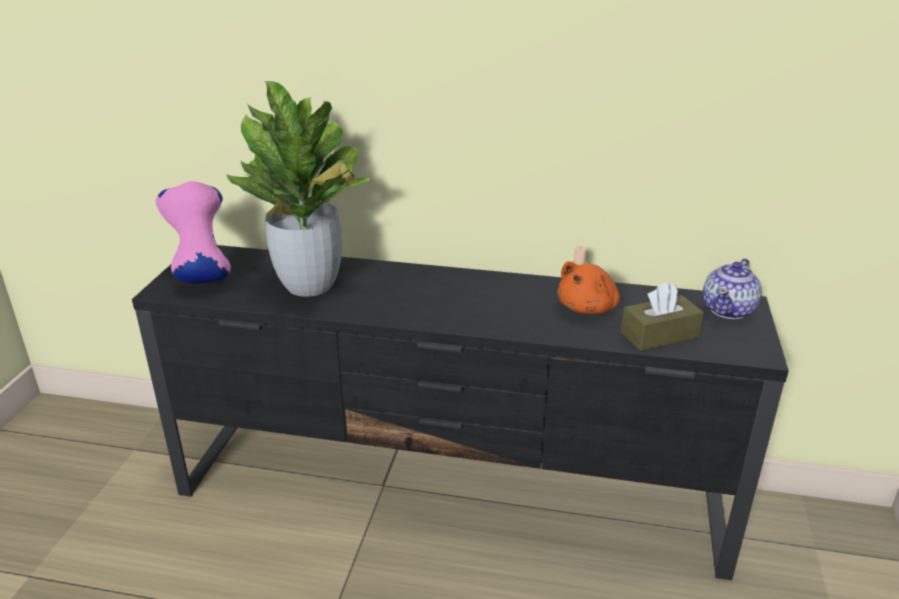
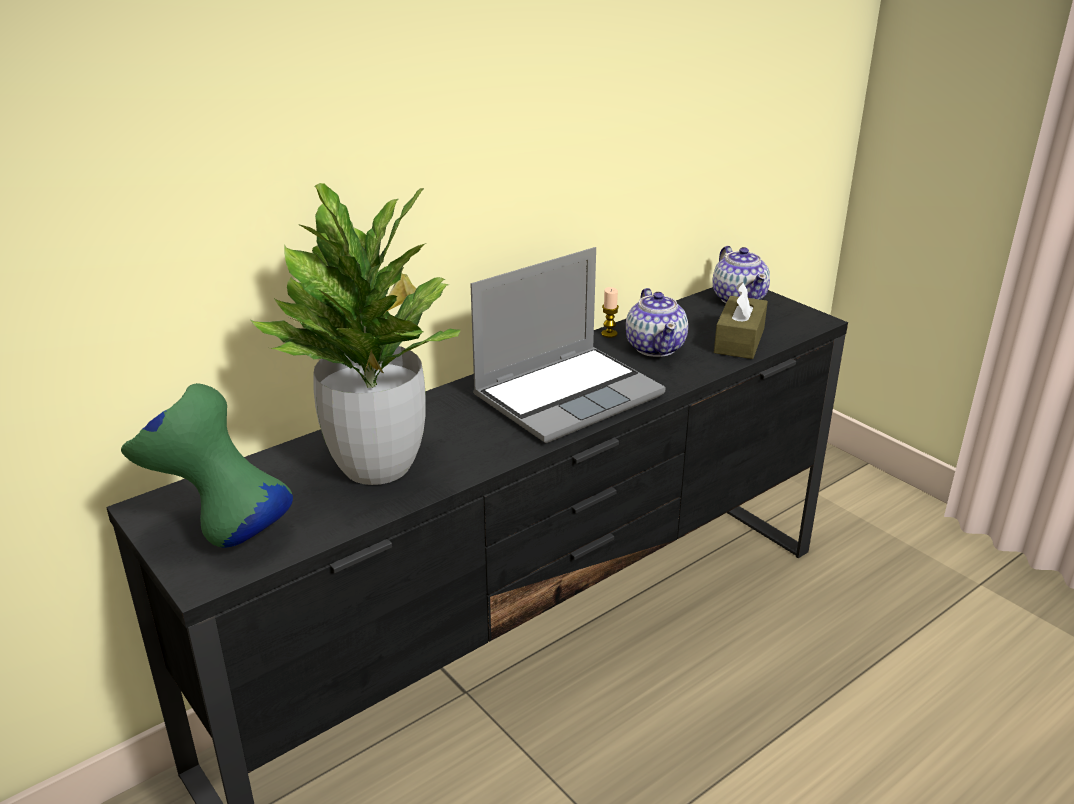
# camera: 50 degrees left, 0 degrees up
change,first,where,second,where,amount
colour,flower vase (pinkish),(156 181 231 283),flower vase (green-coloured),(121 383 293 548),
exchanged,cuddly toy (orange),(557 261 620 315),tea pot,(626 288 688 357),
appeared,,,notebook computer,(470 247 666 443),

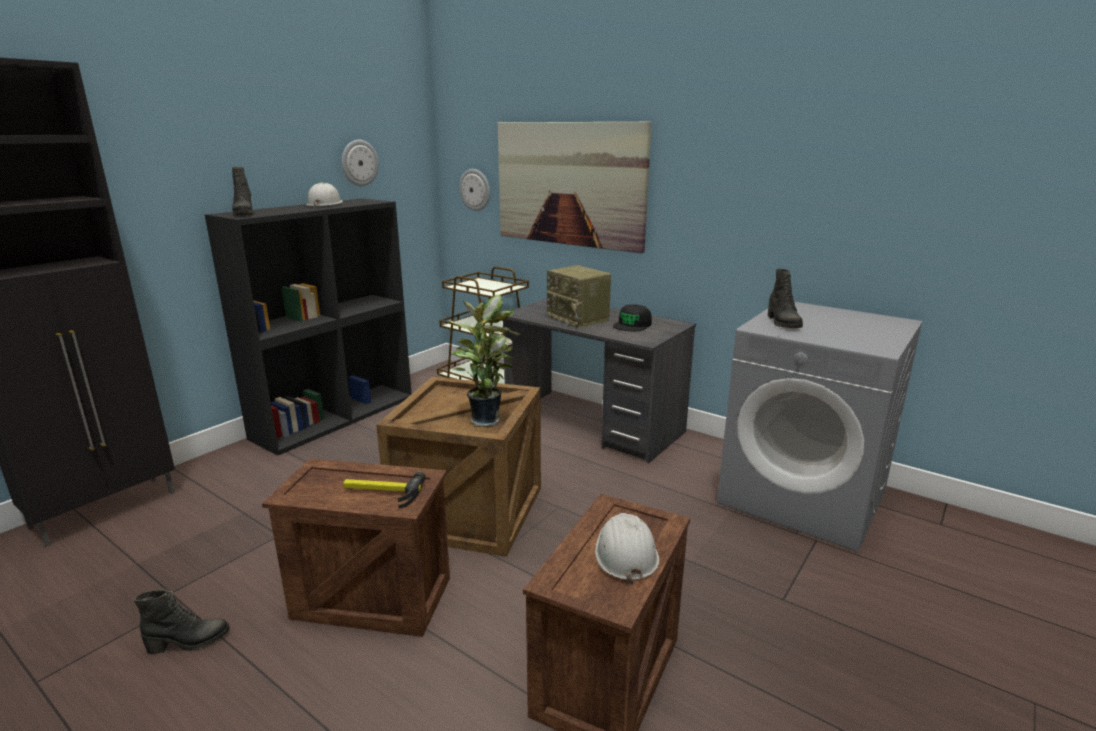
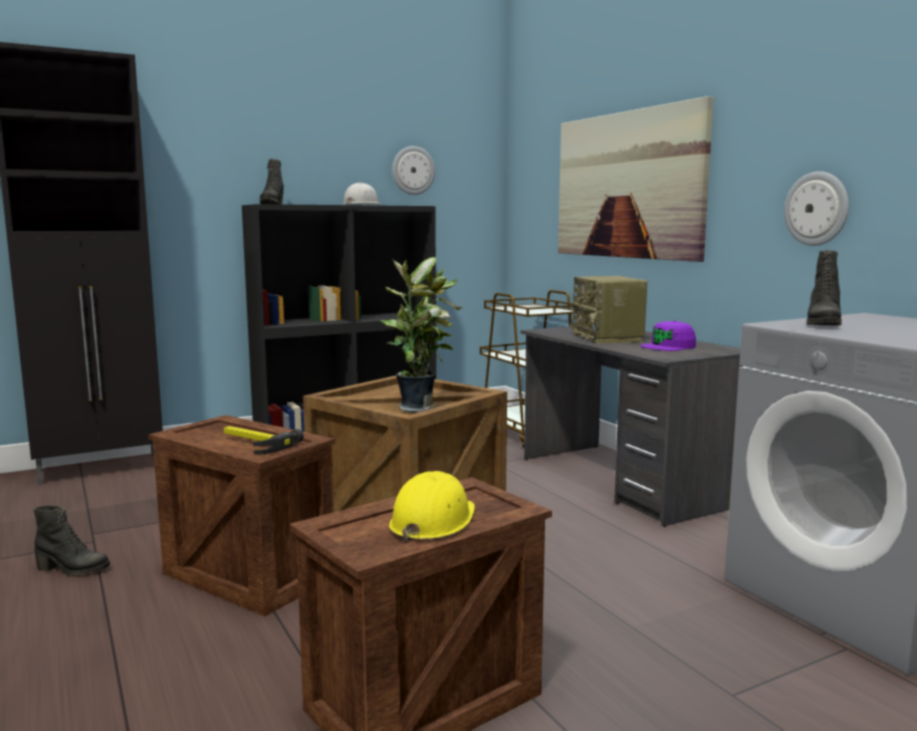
# camera: 25 degrees right, 10 degrees down
change,first,where,second,where,amount
relocated,hanging clock,(459 169 490 211),,(784 171 849 246),
colour,baseball cap (black-coloured),(613 304 652 331),baseball cap (purple-coloured),(641 321 696 351),
colour,safety helmet (white-coloured),(595 513 659 584),safety helmet (yellow),(389 471 475 542),

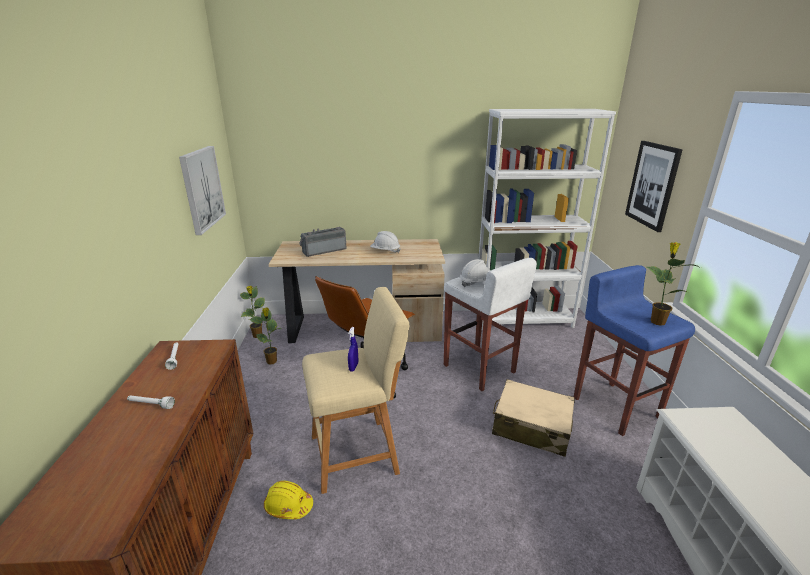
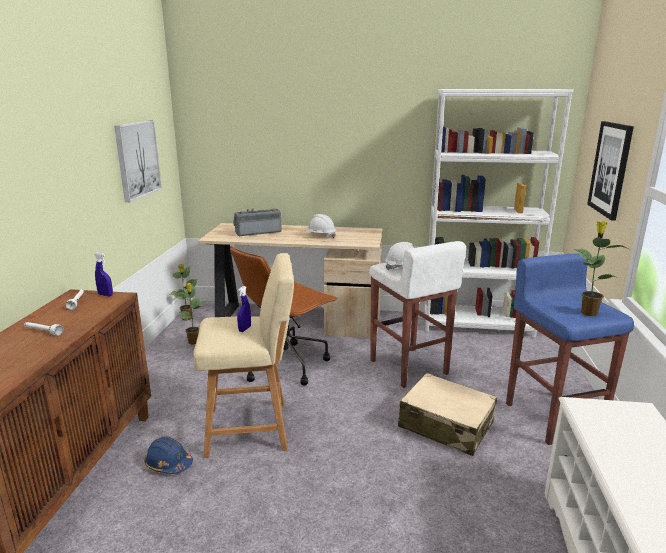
# camera: 10 degrees right, 5 degrees down
change,first,where,second,where,amount
colour,safety helmet (yellow),(264 481 313 519),safety helmet (blue),(144 437 193 474),
appeared,,,sprayer (blue),(94 252 113 297),

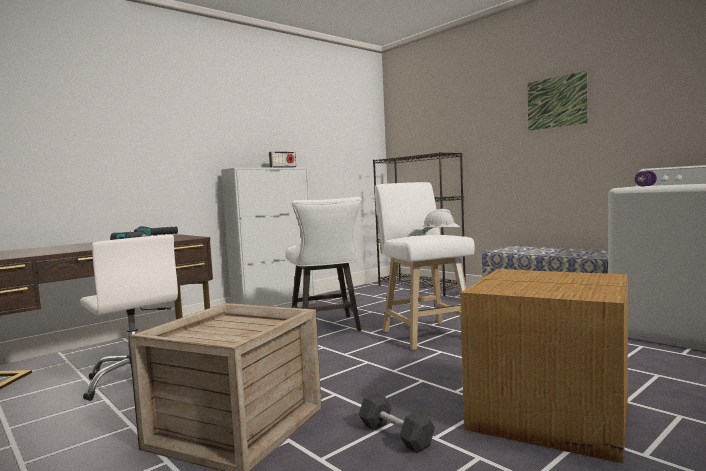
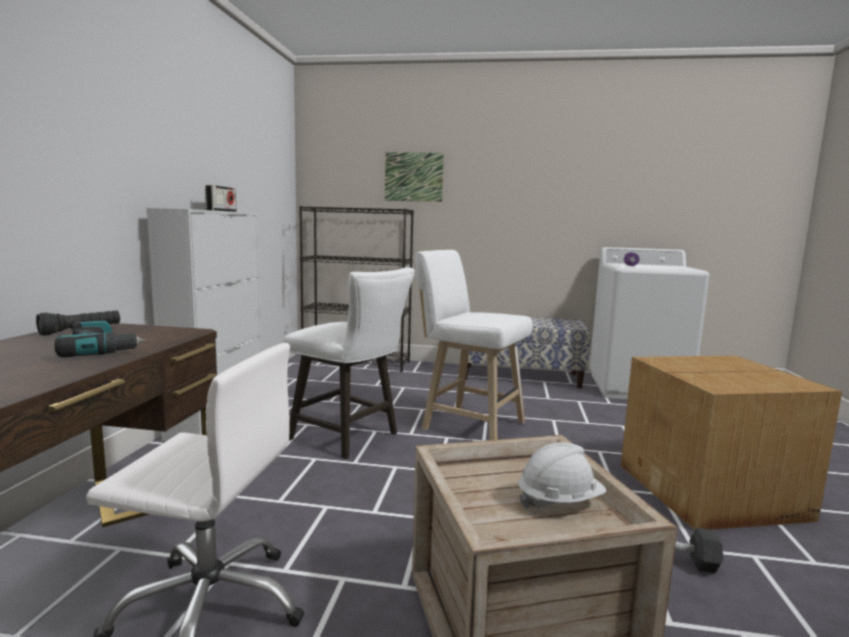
# camera: 40 degrees left, 5 degrees up
change,first,where,second,where,amount
relocated,wall picture,(528 70 588 131),,(385 152 444 202),
relocated,safety helmet (white-coloured),(422 209 460 234),,(518 442 606 508),

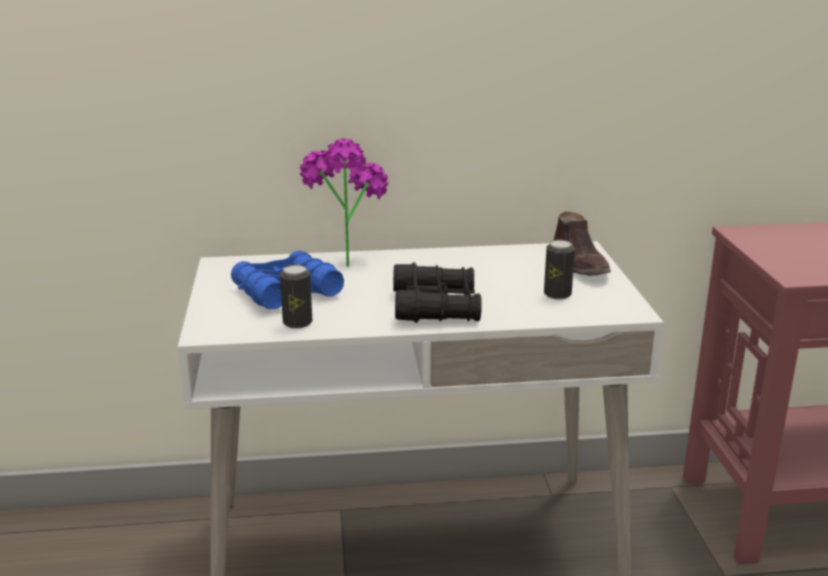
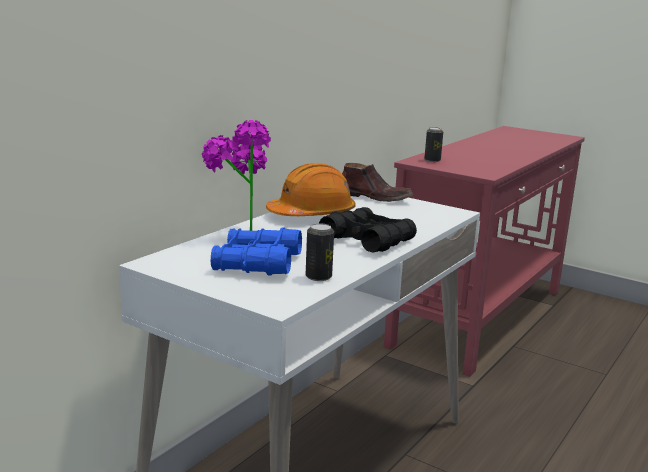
# camera: 50 degrees left, 5 degrees down
change,first,where,second,where,amount
relocated,can,(544 240 575 300),,(424 127 443 162),
appeared,,,safety helmet (orange),(266 163 356 216),

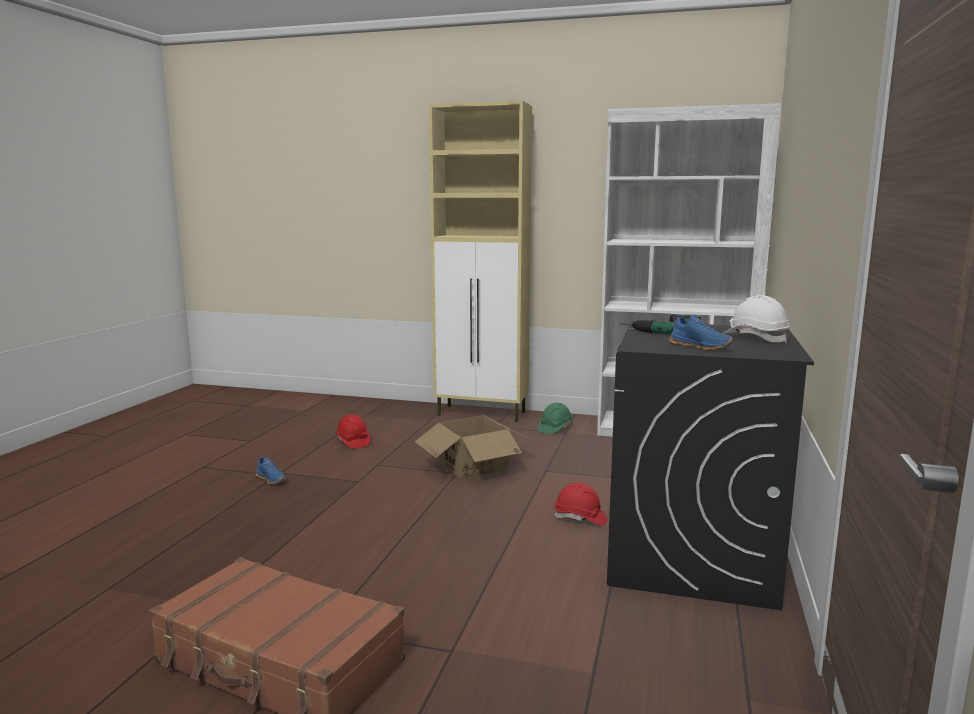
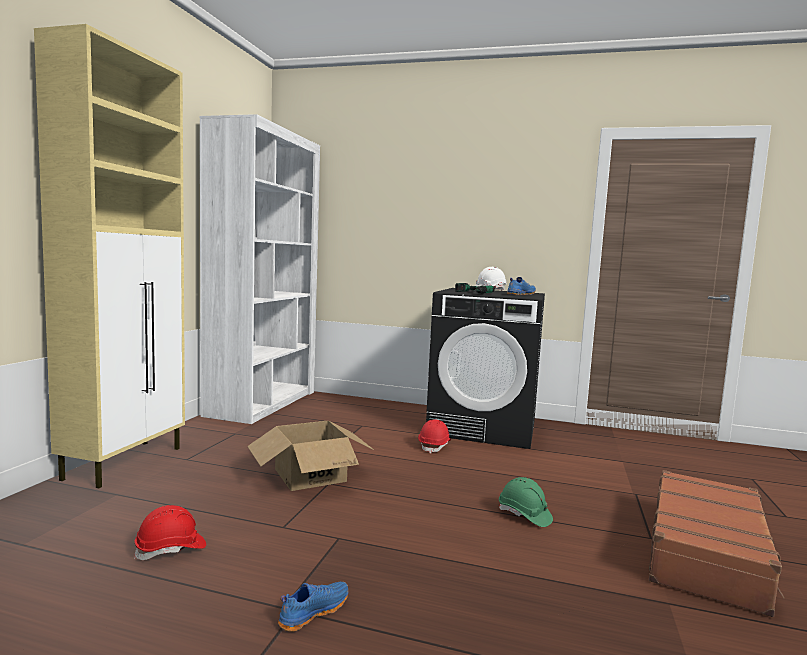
# camera: 90 degrees left, 5 degrees down
change,first,where,second,where,amount
relocated,safety helmet (green-coloured),(538 403 573 434),,(499 477 553 527),

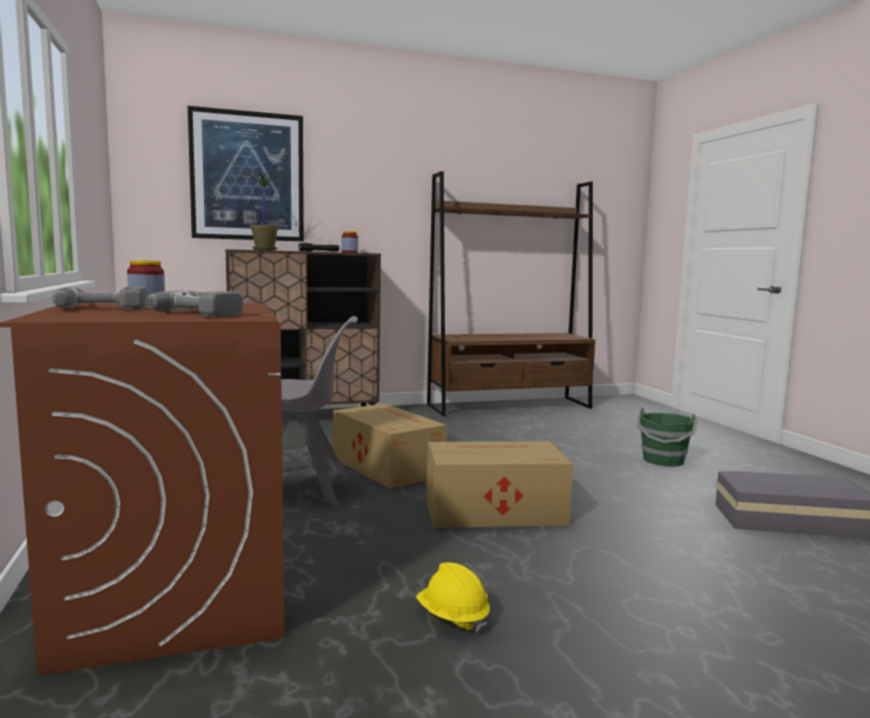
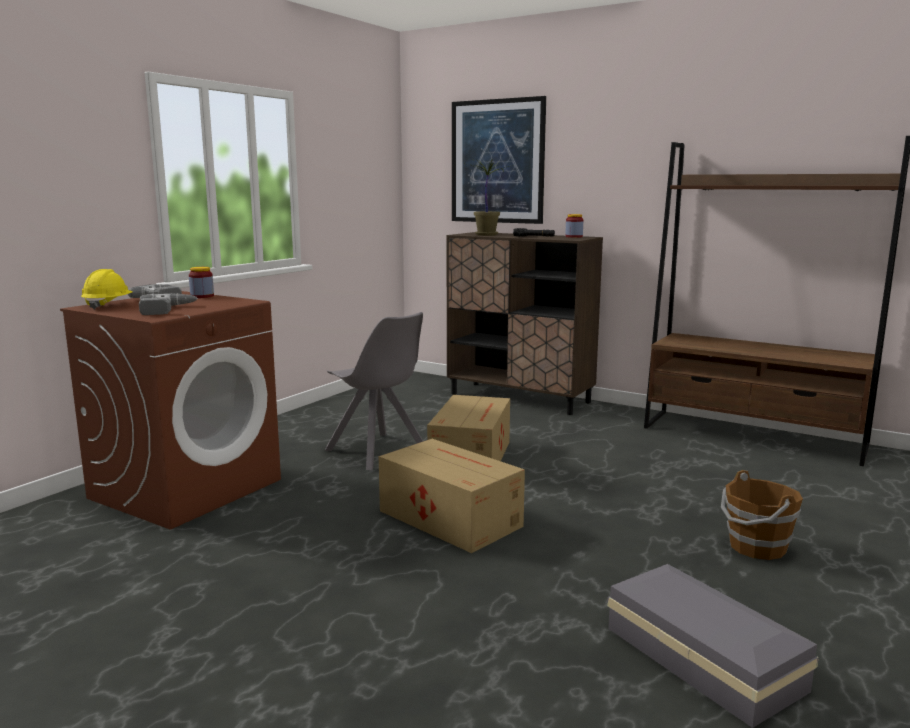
# camera: 50 degrees right, 5 degrees up
change,first,where,second,where,amount
colour,bucket (green-coloured),(637 408 697 467),bucket (brown),(721 470 803 560),
relocated,safety helmet (yellow),(416 562 490 633),,(81 269 132 310),

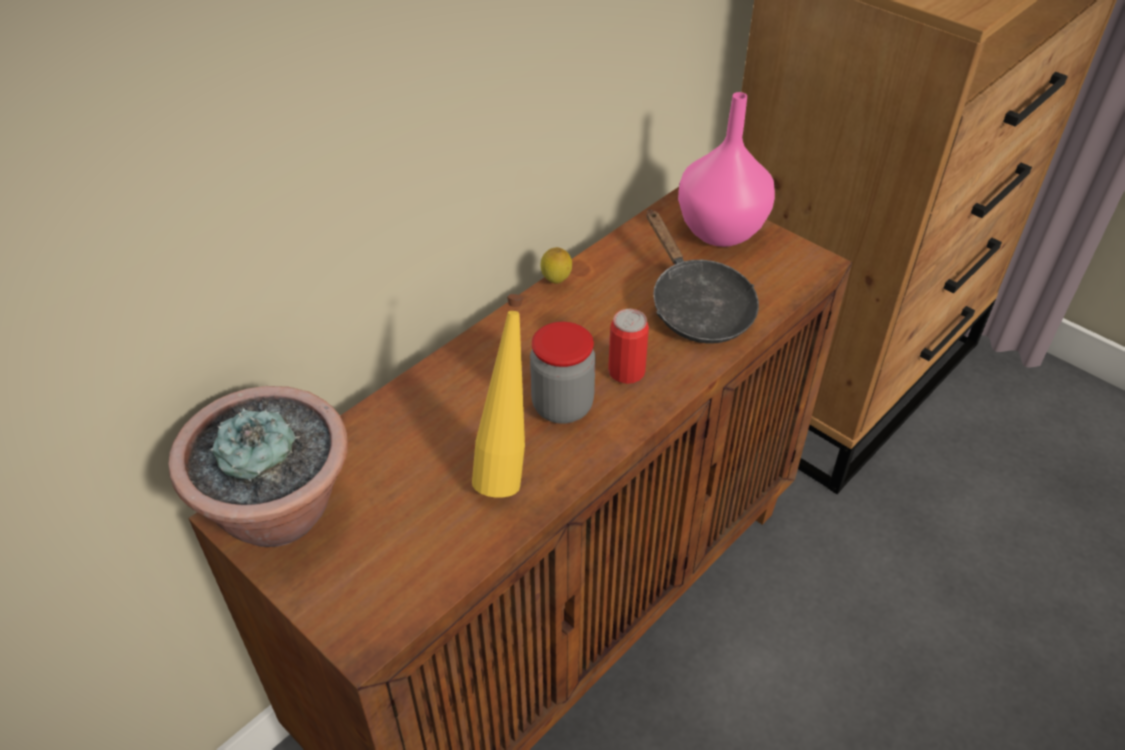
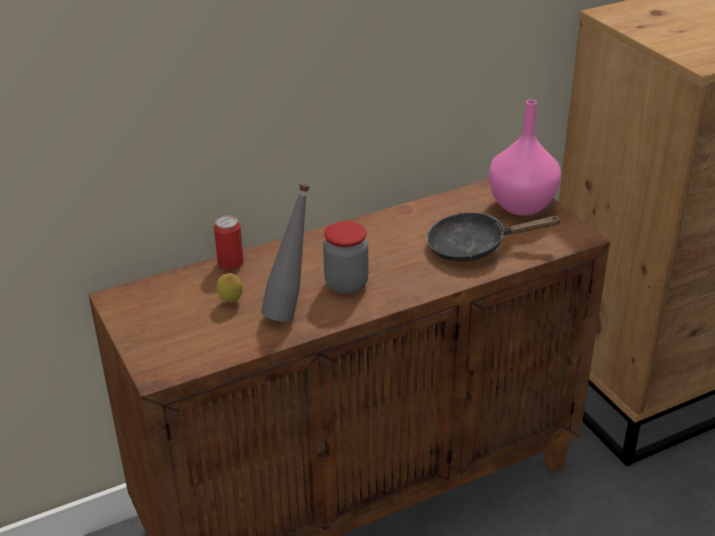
# camera: 20 degrees right, 10 degrees down
change,first,where,second,where,amount
spun,frying pan (black-coloured),(647 210 759 344),,(427 212 562 262),90 degrees clockwise
relocated,lemon,(540 247 572 284),,(217 273 243 303),
colour,beverage bottle (yellow),(472 294 525 498),beverage bottle (greyish),(261 184 310 321),
relocated,can,(608 309 649 384),,(214 215 244 270),
missing,potted plant,(168 386 348 547),,,

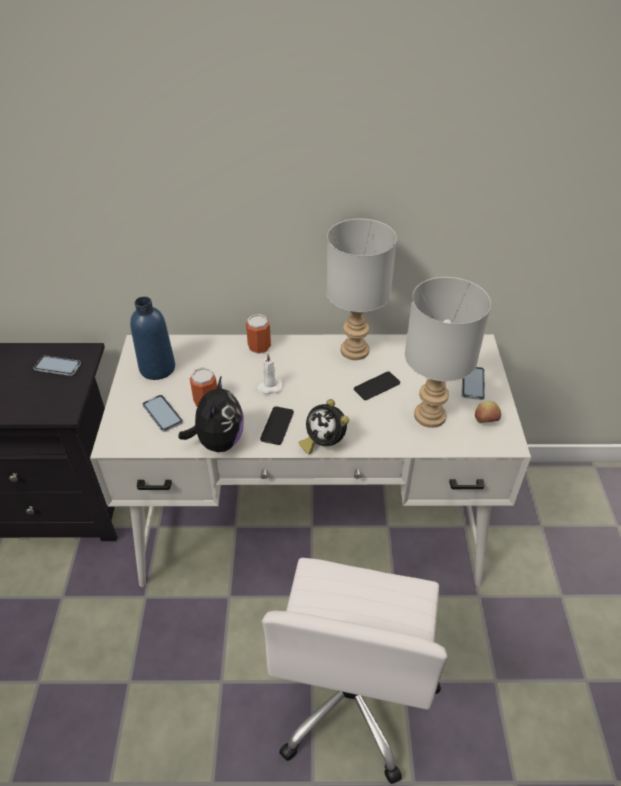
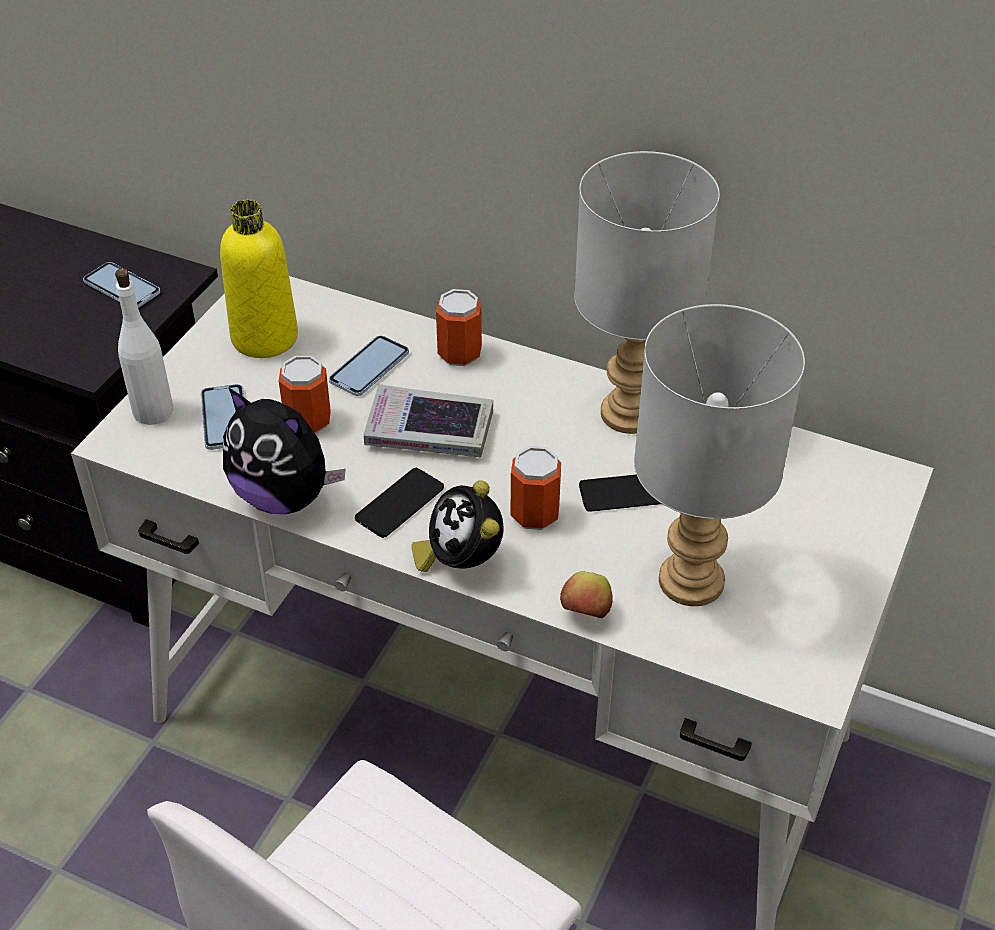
# camera: 25 degrees right, 0 degrees up
change,first,where,second,where,amount
colour,beverage bottle (blue),(130 297 175 380),beverage bottle (yellow),(220 200 298 358),
exchanged,wax light (white-coloured),(255 354 283 394),volume,(364 384 493 457),
relocated,telephone,(462 367 485 400),,(329 335 409 396),
spun,cuddly toy,(178 377 244 452),,(223 388 346 514),90 degrees clockwise
relocated,apple fruit,(475 401 501 423),,(560 571 613 618),
appeared,,,beverage bottle (white-coloured),(115 268 173 425),
appeared,,,can,(510 446 561 530),

